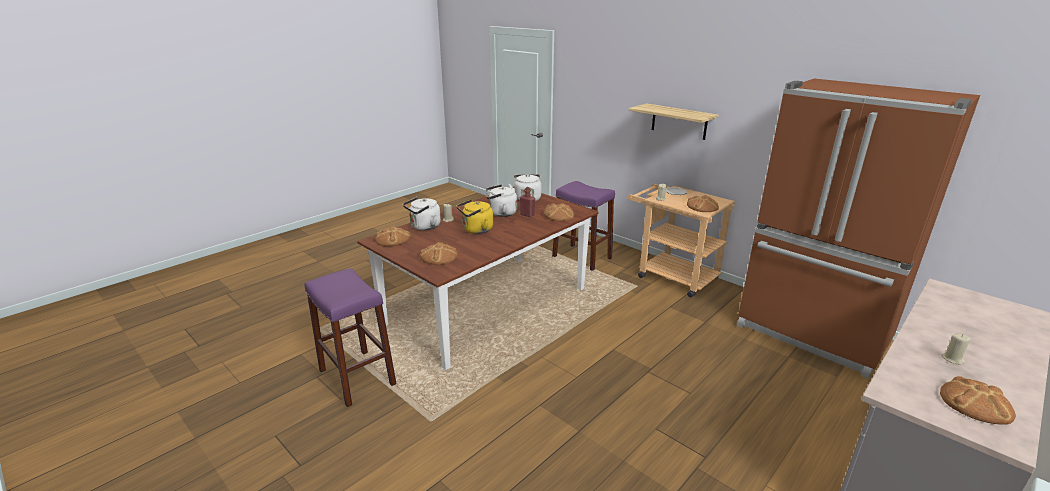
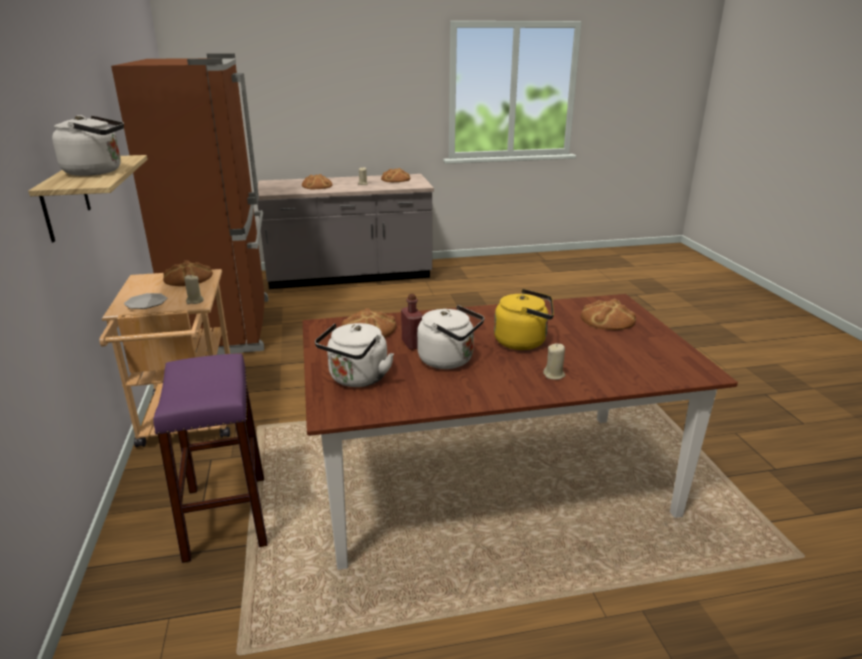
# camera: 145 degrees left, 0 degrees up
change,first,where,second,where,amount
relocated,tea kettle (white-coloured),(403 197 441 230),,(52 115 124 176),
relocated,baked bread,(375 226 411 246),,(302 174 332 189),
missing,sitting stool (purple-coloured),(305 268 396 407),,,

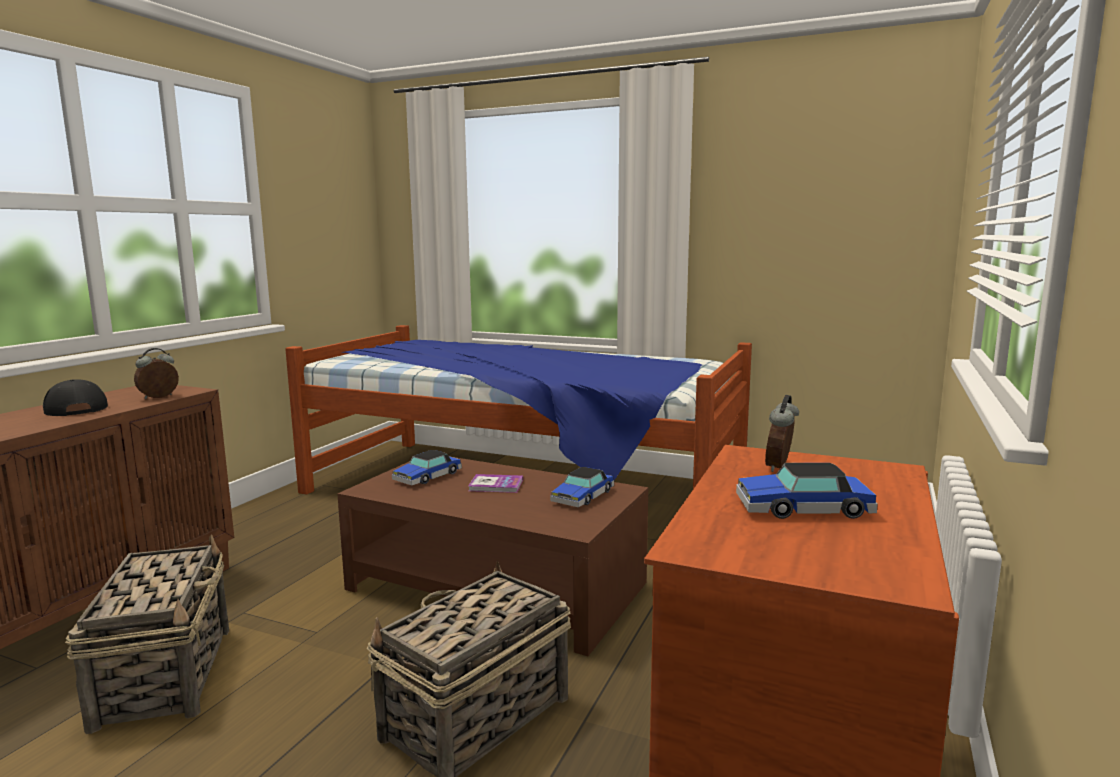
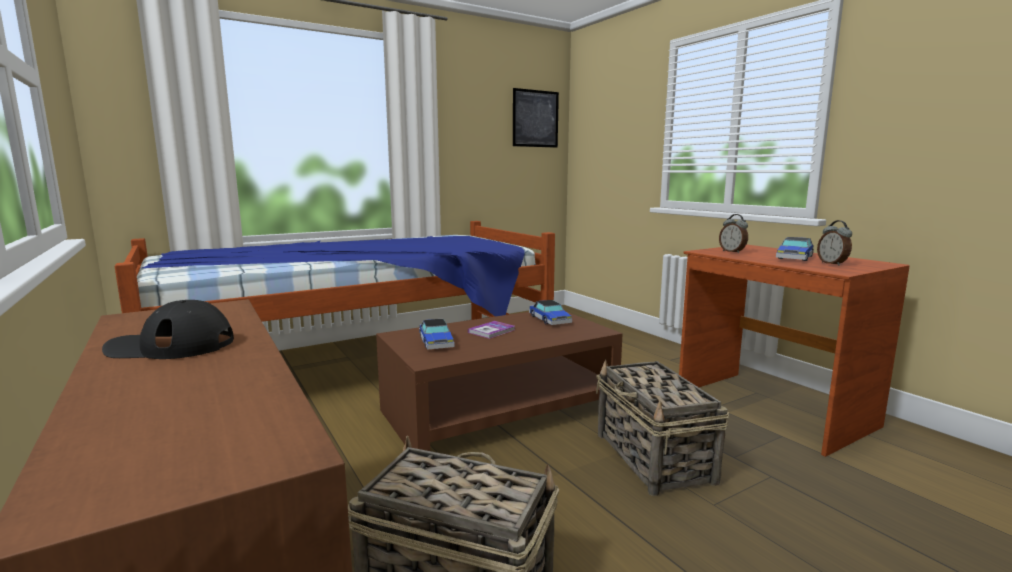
# camera: 55 degrees left, 0 degrees up
change,first,where,second,where,amount
relocated,bedside clock,(134 348 179 399),,(817 220 852 266),
appeared,,,wall picture,(513 88 559 148),

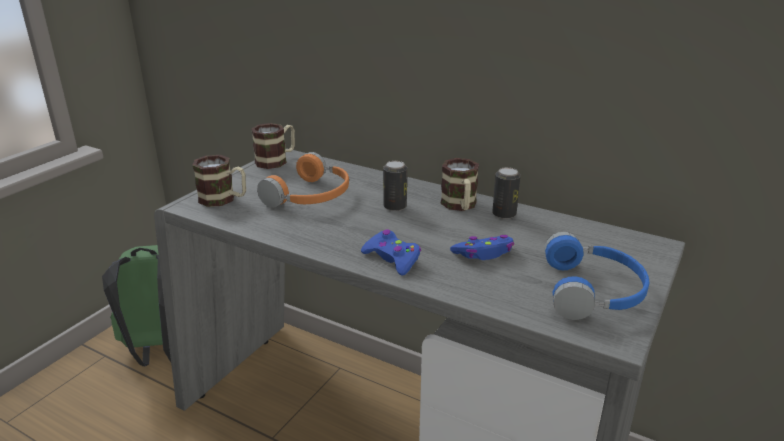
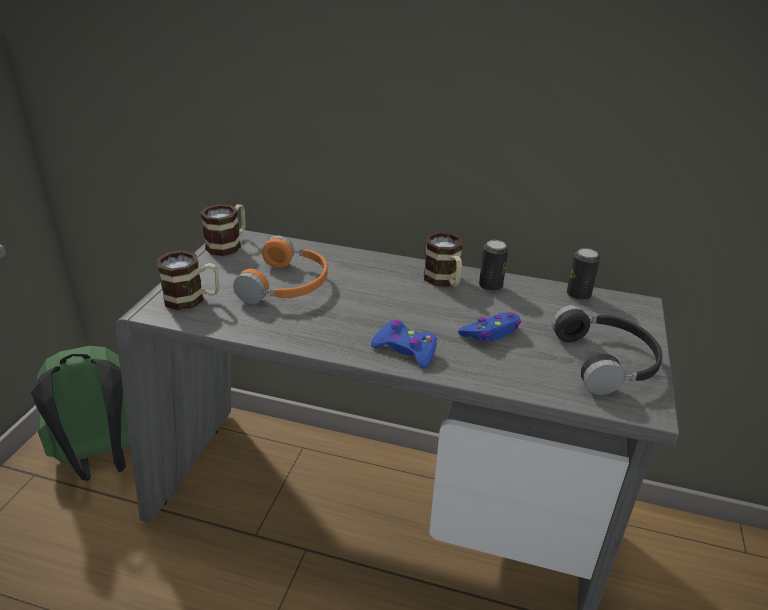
# camera: 15 degrees left, 5 degrees up
change,first,where,second,where,amount
relocated,can,(383 161 407 211),,(567 248 600 300),
colour,headphones (blue),(544 232 650 320),headphones (black-coloured),(552 305 662 395),

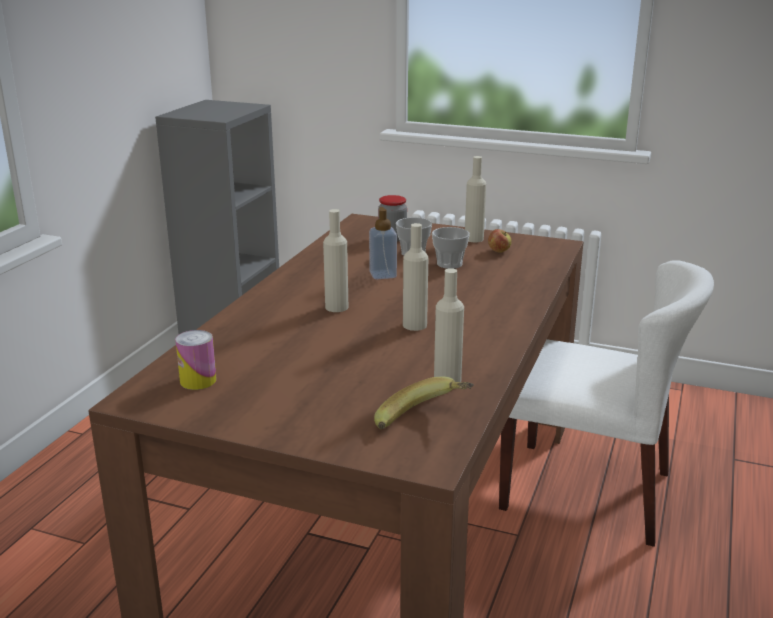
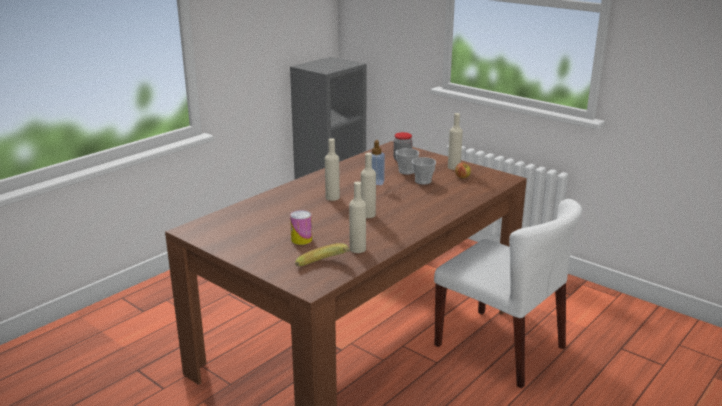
# camera: 20 degrees right, 0 degrees up
change,first,where,second,where,amount
relocated,can,(175 330 217 390),,(290 210 312 245),

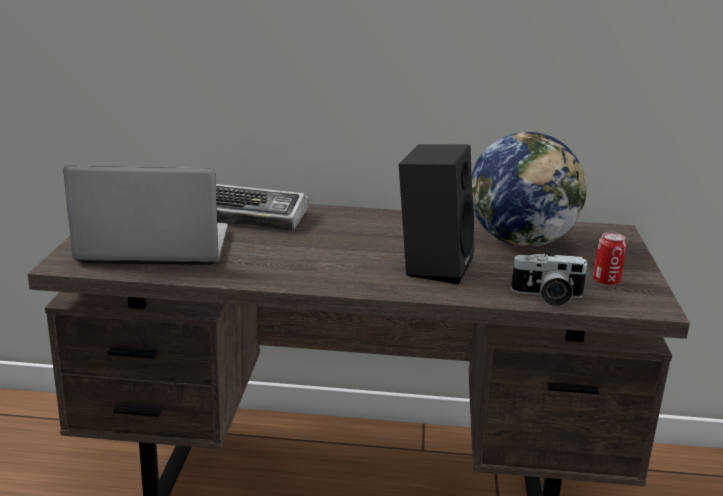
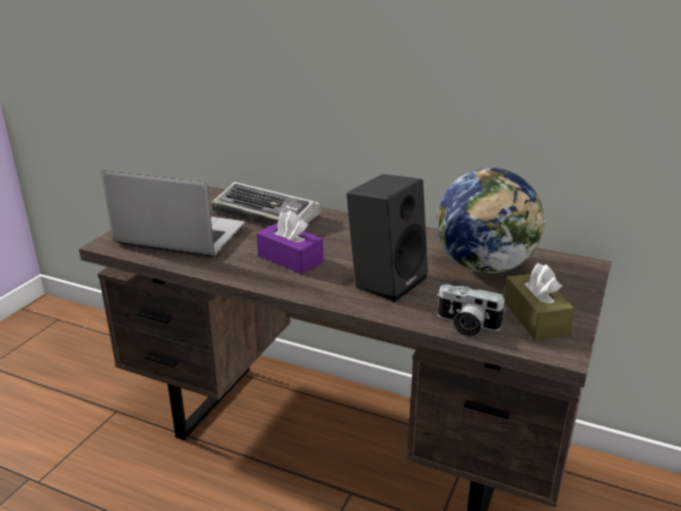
# camera: 20 degrees right, 5 degrees up
change,first,where,second,where,amount
exchanged,can,(593 232 627 286),box of tissues (brown),(504 263 575 339),
appeared,,,box of tissues (purple-coloured),(257 211 323 274),

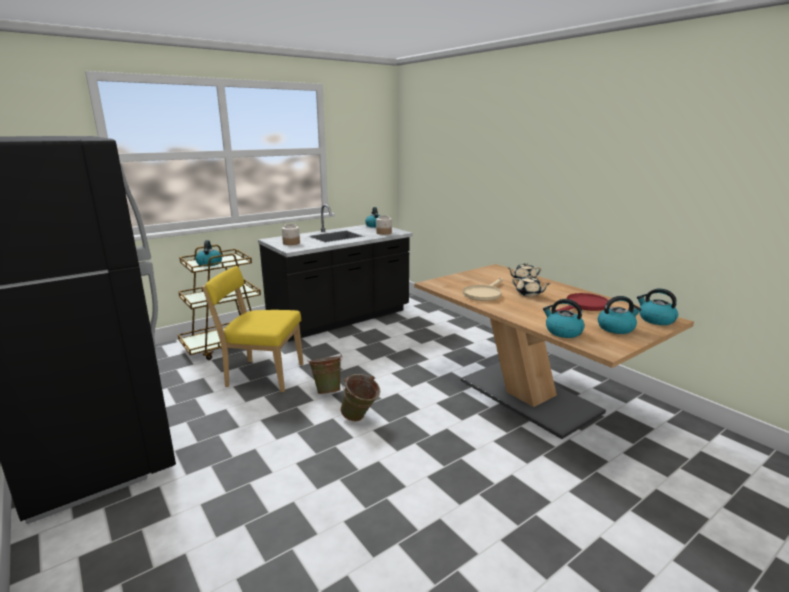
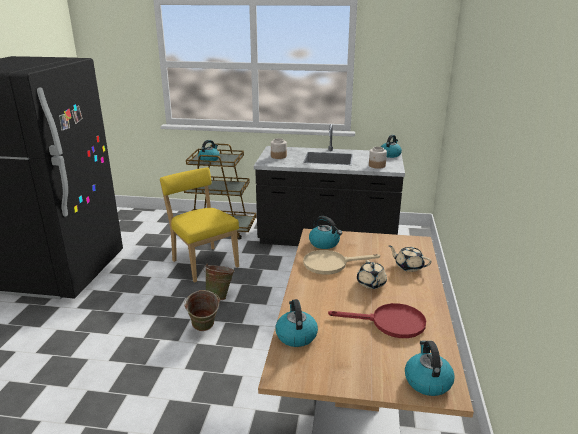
# camera: 45 degrees right, 5 degrees up
change,first,where,second,where,amount
relocated,tea kettle,(598 296 642 334),,(309 216 342 249),

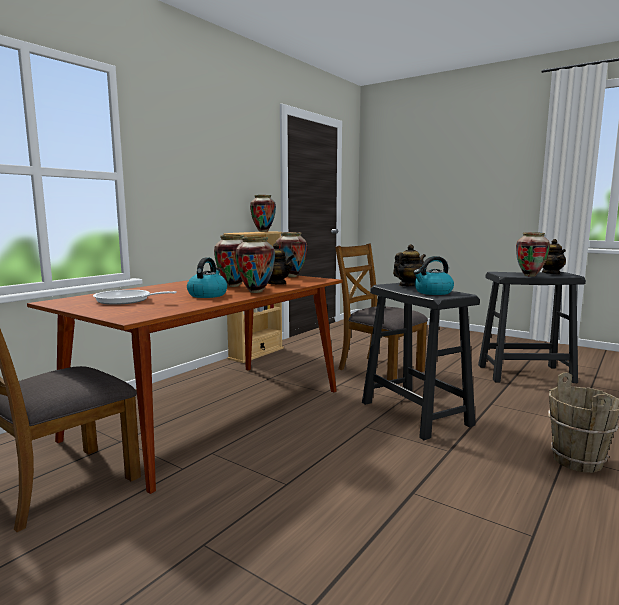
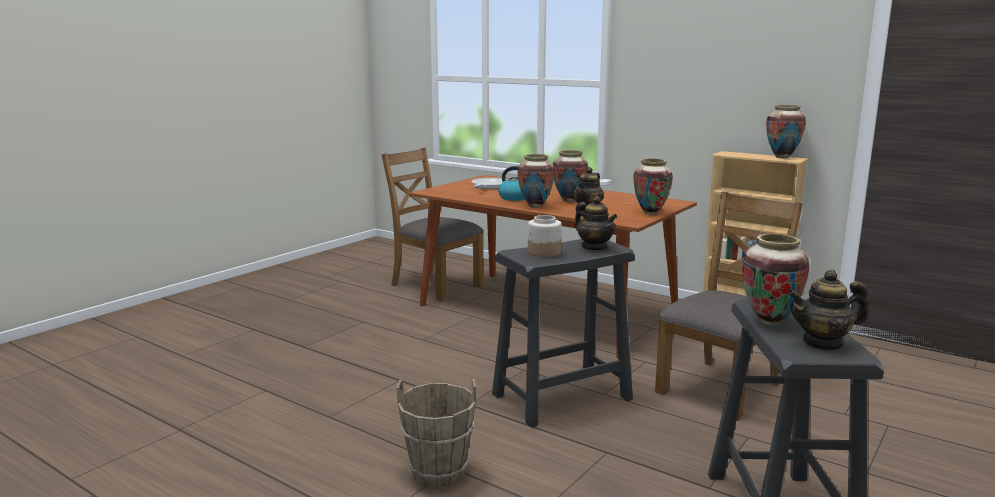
# camera: 90 degrees right, 5 degrees up
change,first,where,second,where,amount
exchanged,tea kettle,(414 256 454 295),jar,(528 215 562 257),

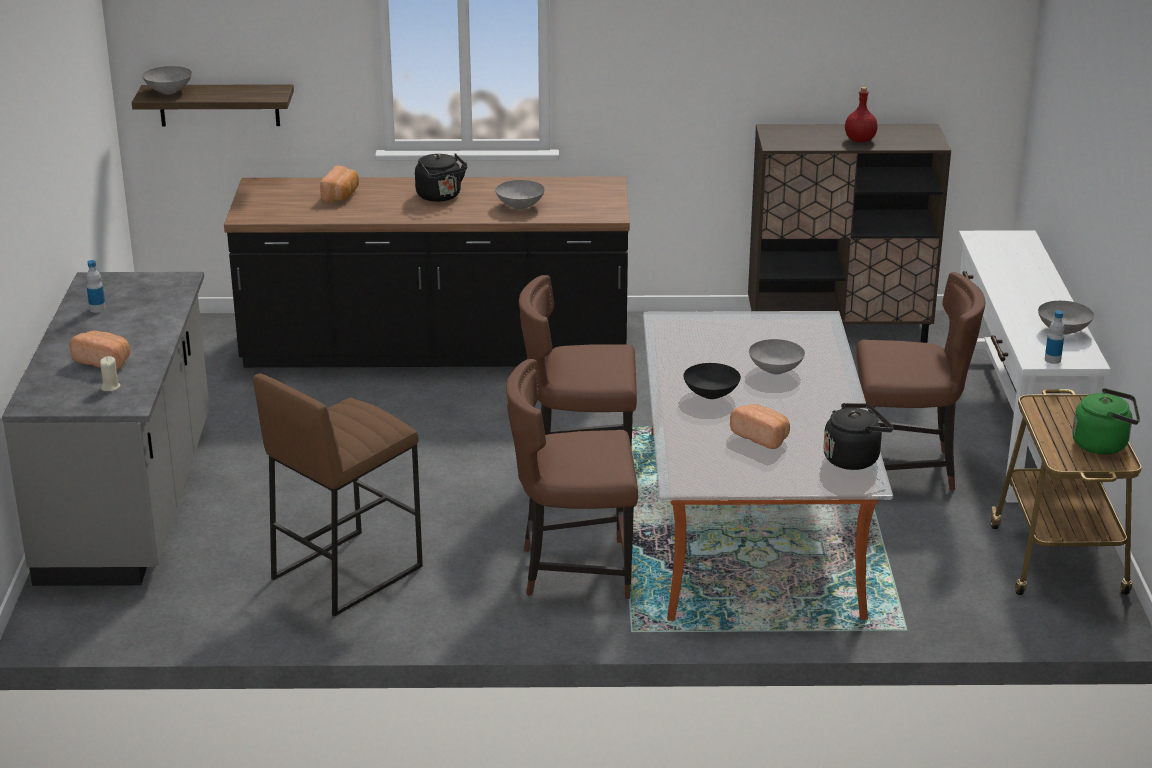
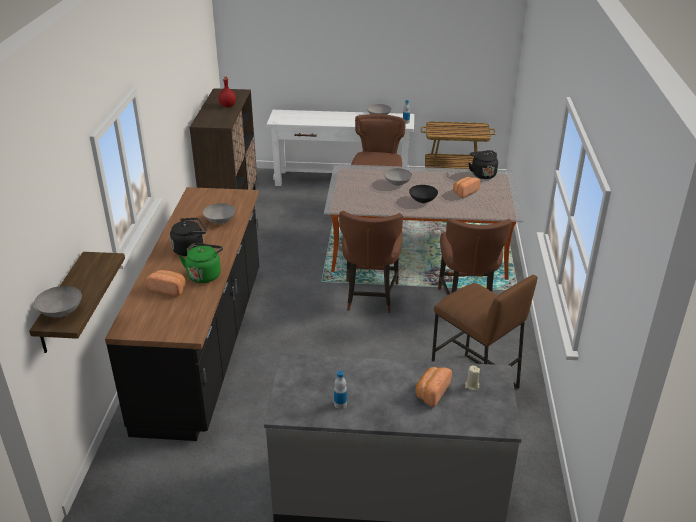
# camera: 85 degrees left, 5 degrees up
change,first,where,second,where,amount
relocated,tea kettle (green-coloured),(1072 388 1140 454),,(179 243 223 283),

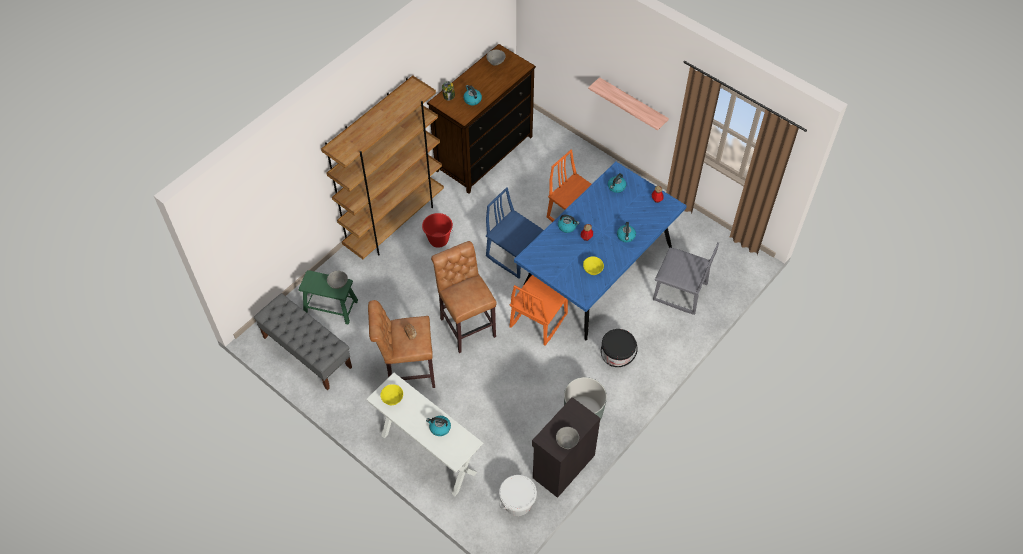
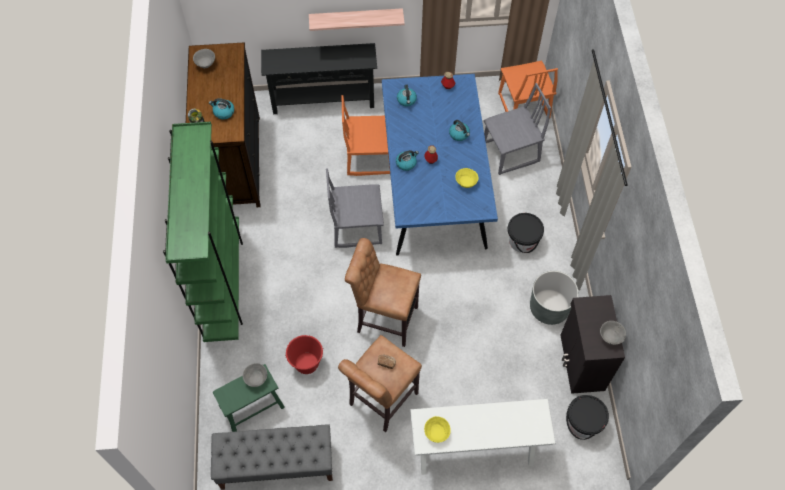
# camera: 45 degrees left, 5 degrees up
change,first,where,second,where,amount
colour,bookshelf (brown),(321 75 444 259),bookshelf (green-coloured),(163 122 243 342),
colour,upright chair (blue),(486 187 544 279),upright chair (greyish),(326 168 384 248),
relocated,bucket (red),(422 213 453 248),,(285 335 323 374),
relocated,upright chair (orange),(509 275 568 346),,(498 61 558 119),
missing,tea kettle,(426 416 451 436),,,
colour,bucket (white-coloured),(499 475 537 516),bucket (black-coloured),(566 395 609 440),
appeared,,,narrow table (black-coloured),(261 43 377 114),

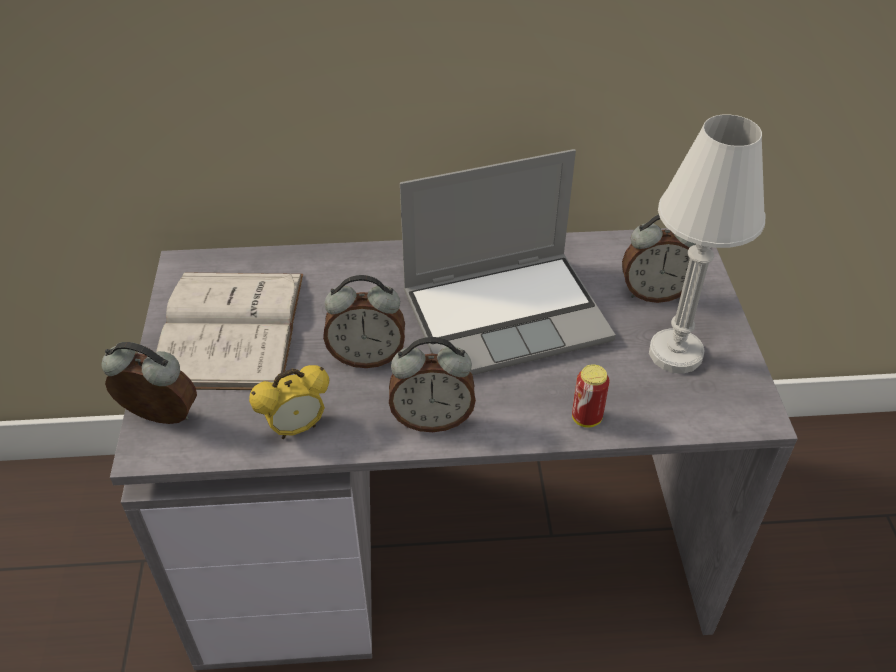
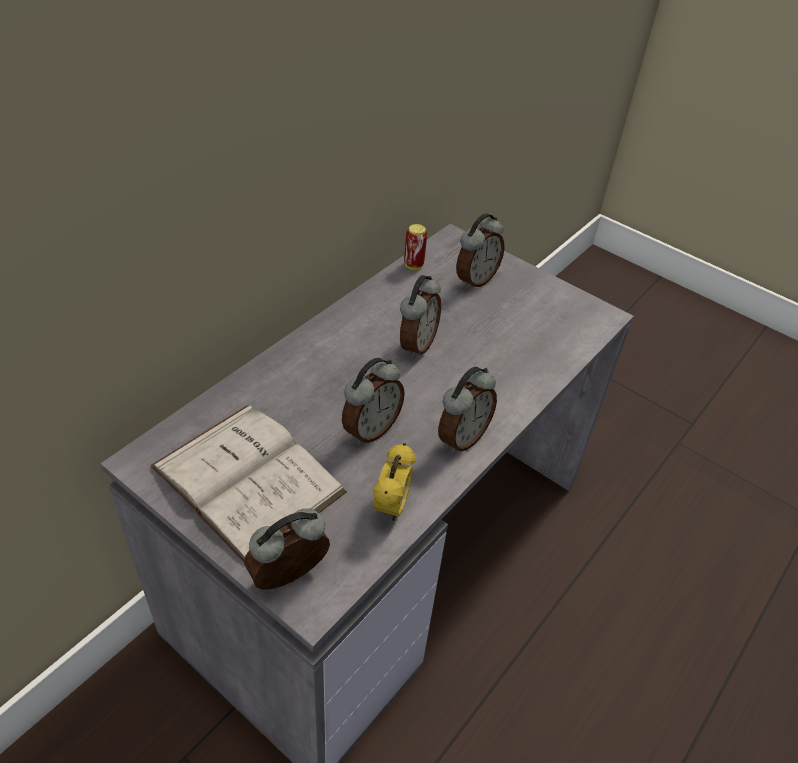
# camera: 50 degrees left, 0 degrees up
change,first,where,second,where,amount
missing,lamp for a table (white-coloured),(649 115 765 373),,,
exchanged,notebook computer,(400 149 616 375),bedside clock,(400 275 441 359),
relocated,can,(572 364 610 428),,(404 224 427 270),

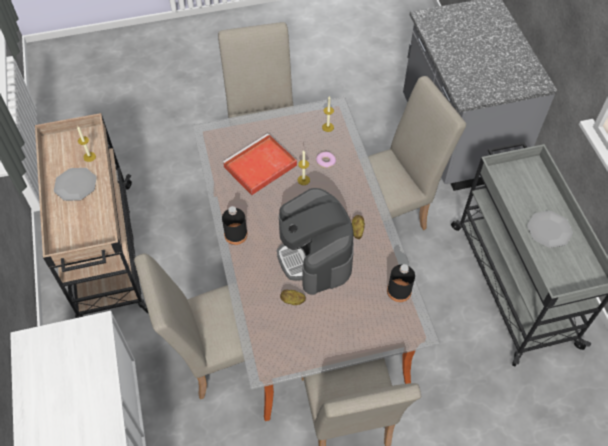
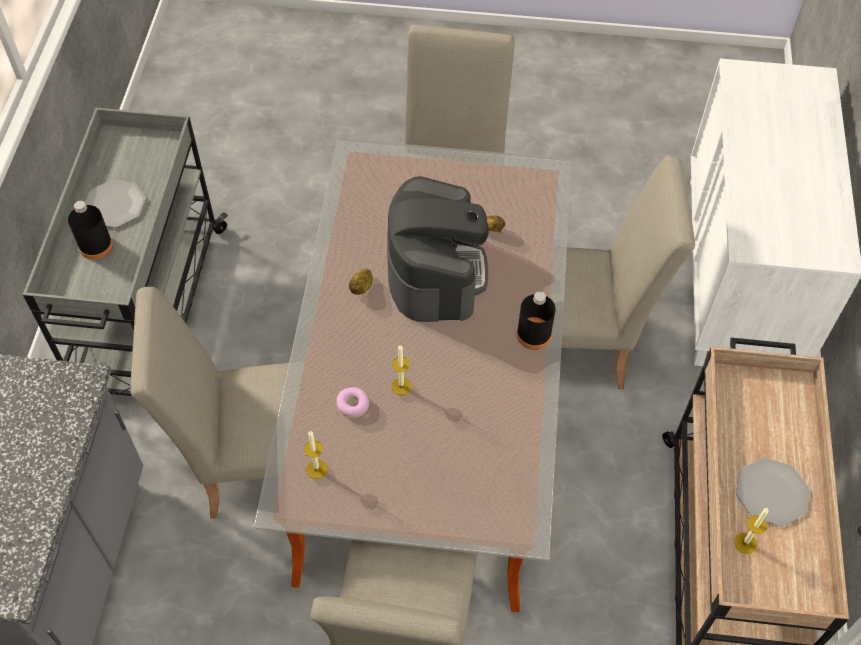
# camera: 160 degrees left, 0 degrees up
change,first,where,second,where,amount
missing,carrying tray (red),(222 133 297 195),,,
relocated,beverage bottle (black-coloured),(387 264 415 302),,(68 201 113 260),

